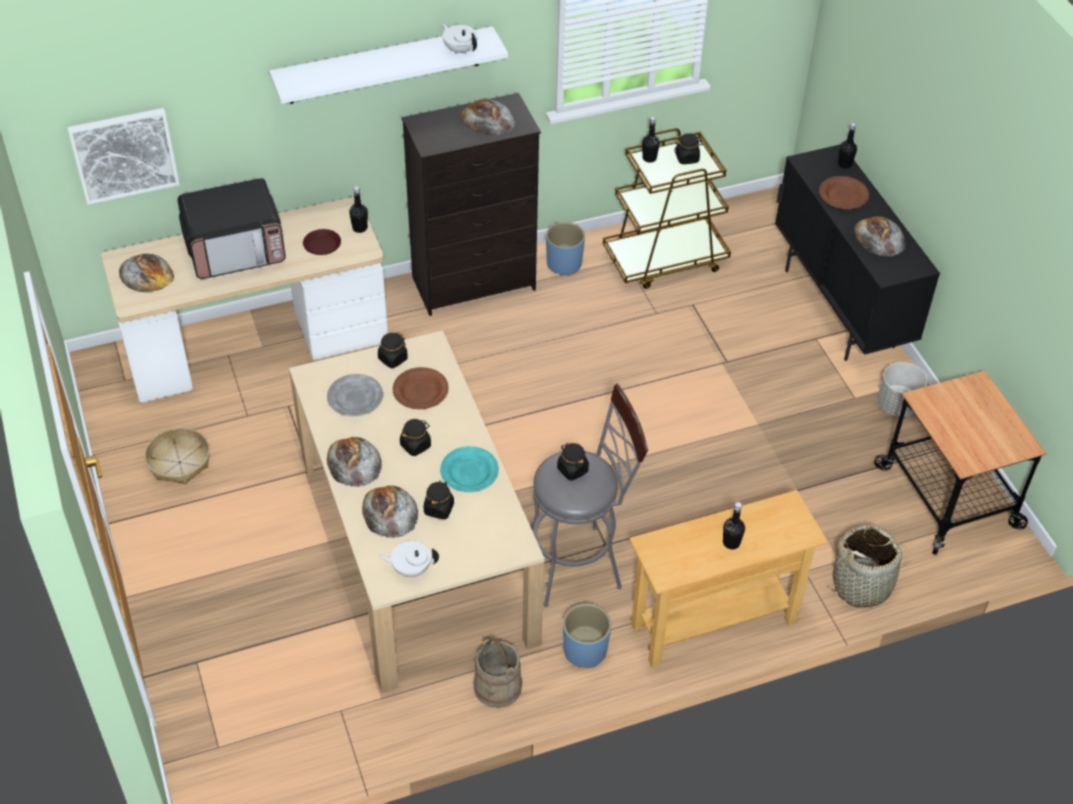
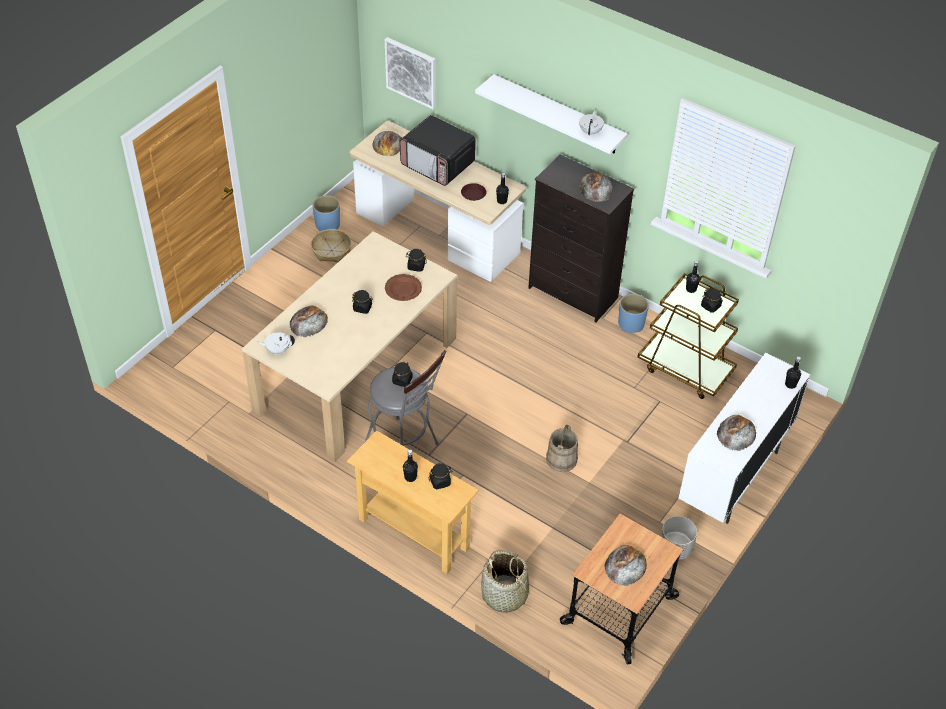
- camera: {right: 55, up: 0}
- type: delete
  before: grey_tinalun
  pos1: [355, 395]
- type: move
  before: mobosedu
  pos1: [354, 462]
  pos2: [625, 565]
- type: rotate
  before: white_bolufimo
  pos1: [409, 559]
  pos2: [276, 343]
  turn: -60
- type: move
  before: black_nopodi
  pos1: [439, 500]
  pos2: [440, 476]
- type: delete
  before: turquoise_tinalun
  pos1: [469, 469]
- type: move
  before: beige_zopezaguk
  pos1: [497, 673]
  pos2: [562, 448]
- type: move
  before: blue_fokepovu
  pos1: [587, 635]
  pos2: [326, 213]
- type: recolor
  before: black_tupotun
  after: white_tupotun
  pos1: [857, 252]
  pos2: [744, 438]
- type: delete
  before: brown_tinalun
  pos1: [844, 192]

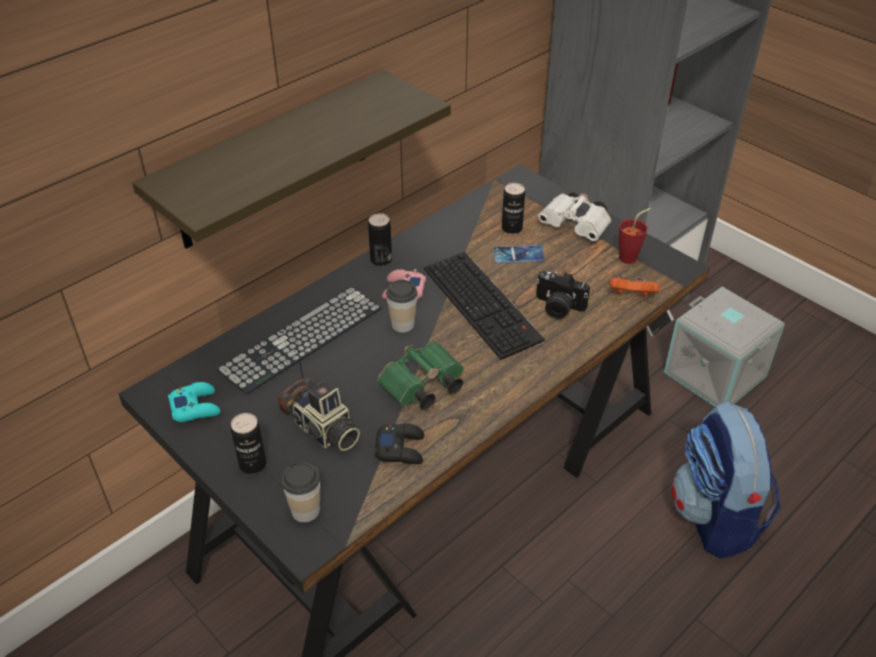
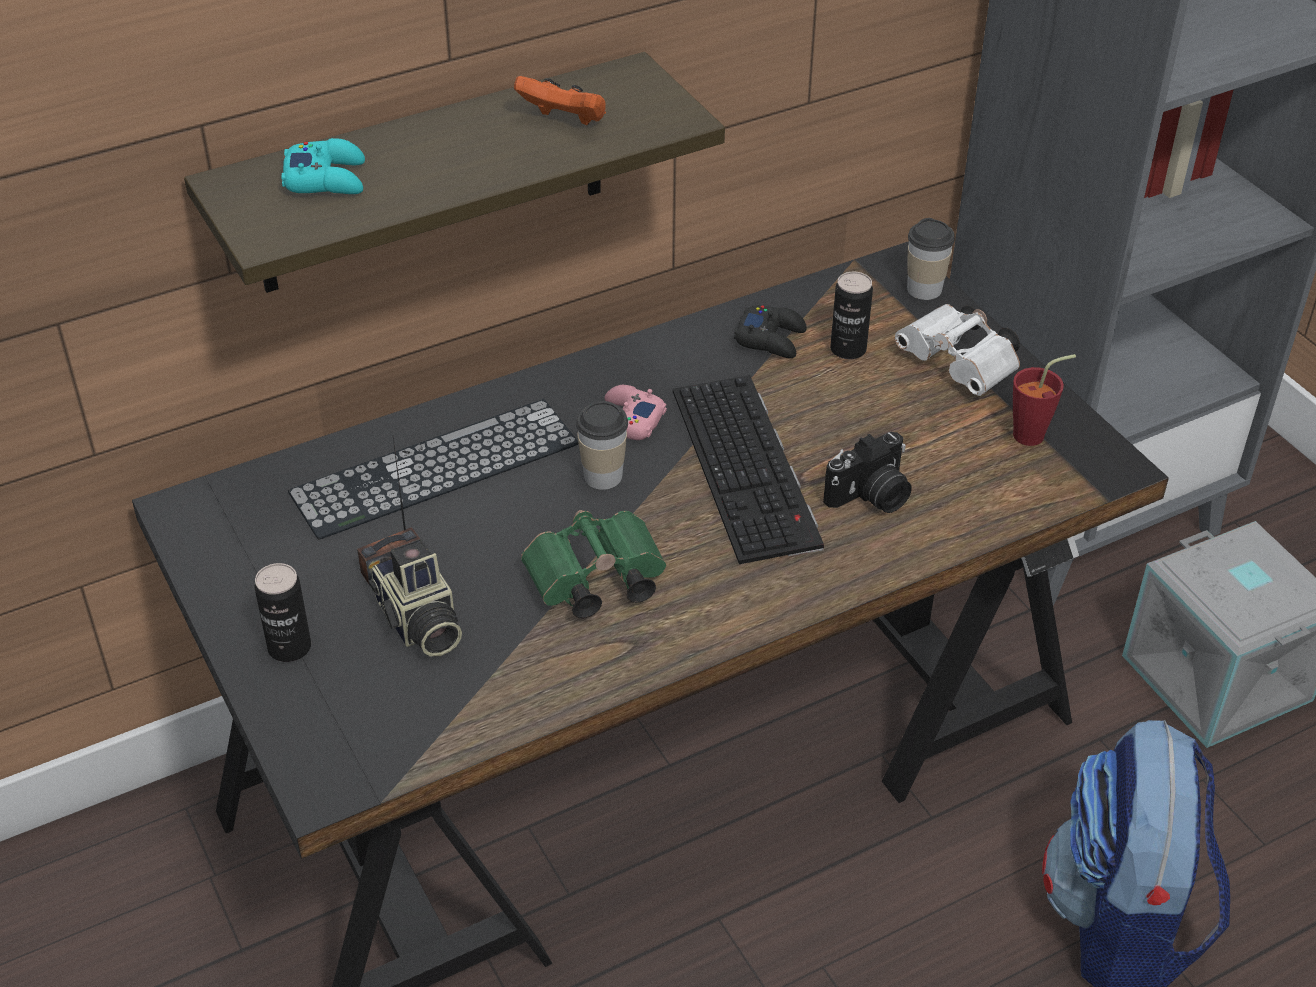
- camera: {right: 15, up: 0}
- type: move
  before: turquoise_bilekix
  pos1: [194, 402]
  pos2: [323, 166]
- type: move
  before: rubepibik
  pos1: [300, 492]
  pos2: [931, 259]
- type: delete
  before: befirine
  pos1: [380, 239]
- type: move
  before: black_bilekix
  pos1: [399, 443]
  pos2: [770, 332]
- type: delete
  before: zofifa
  pos1: [519, 254]
- type: rotate
  before: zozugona
  pos1: [563, 295]
  pos2: [867, 472]
  turn: -75
- type: move
  before: orange_bilekix
  pos1: [634, 286]
  pos2: [560, 100]

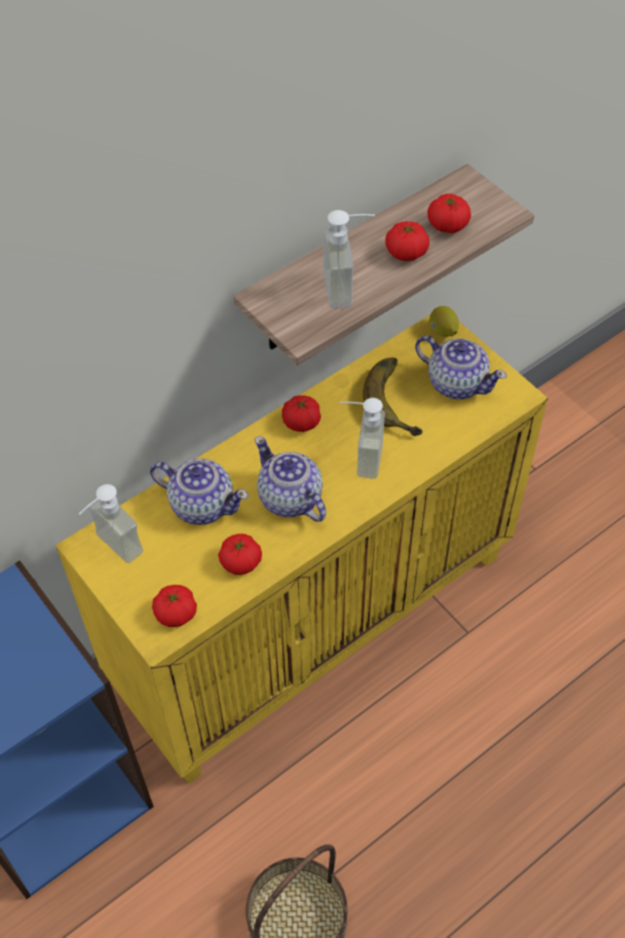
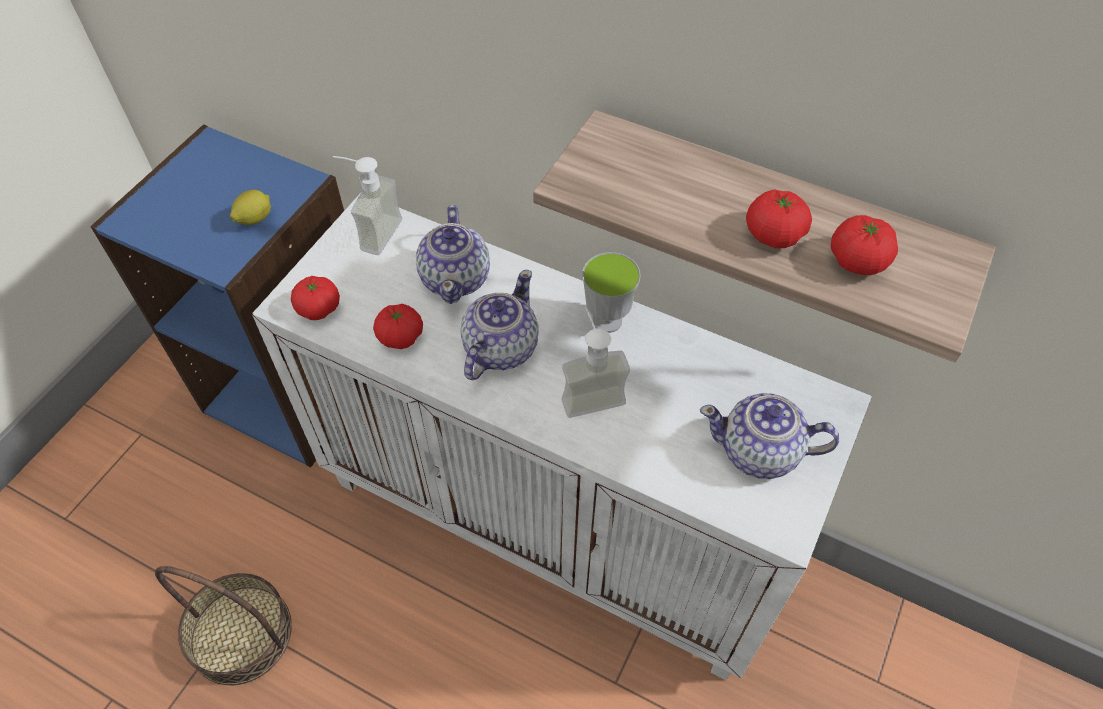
- camera: {right: 65, up: 0}
- type: recolor
  before: yellow_tupotun
  after: white_tupotun
  pos1: [302, 549]
  pos2: [562, 436]
- type: replace
  before: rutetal
  after: rubepibik
  pos1: [301, 413]
  pos2: [611, 292]
- type: delete
  before: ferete
  pos1: [349, 259]
- type: delete
  before: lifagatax
  pos1: [392, 396]
- type: rotate
  before: bolufimo
  pos1: [461, 367]
  pos2: [769, 436]
  turn: 90
- type: move
  before: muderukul
  pos1: [444, 321]
  pos2: [250, 207]

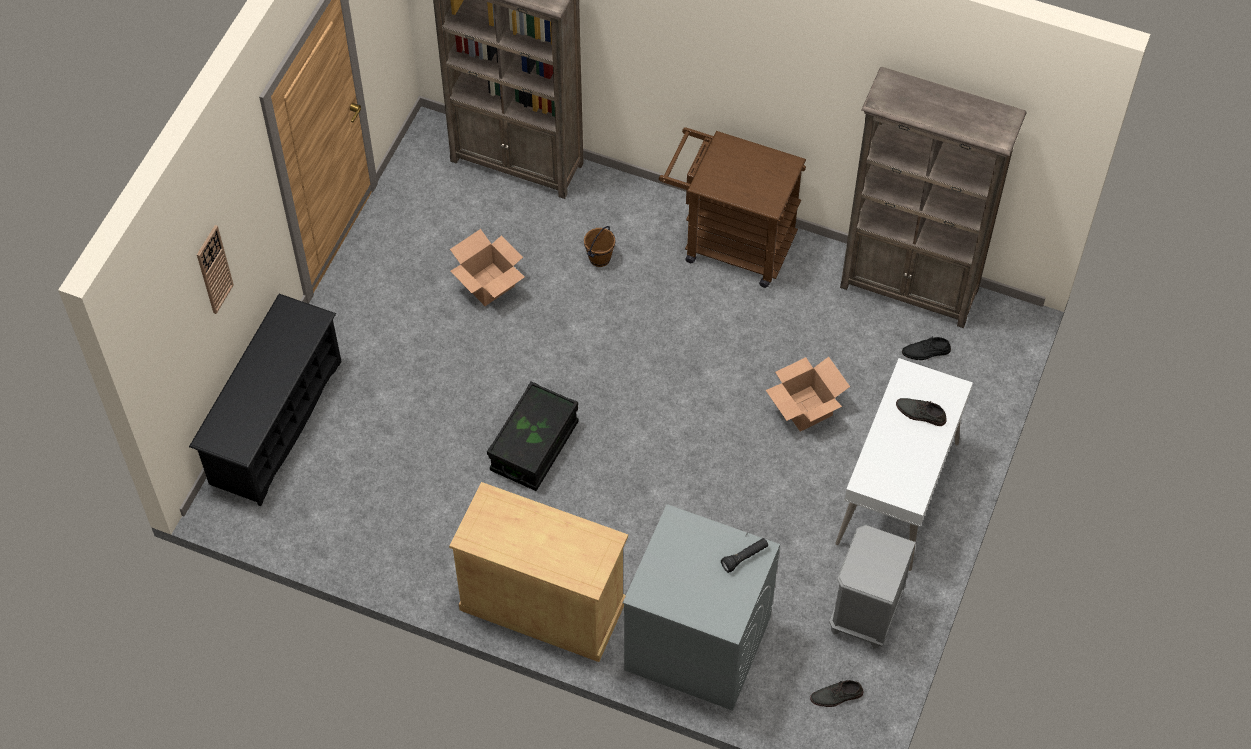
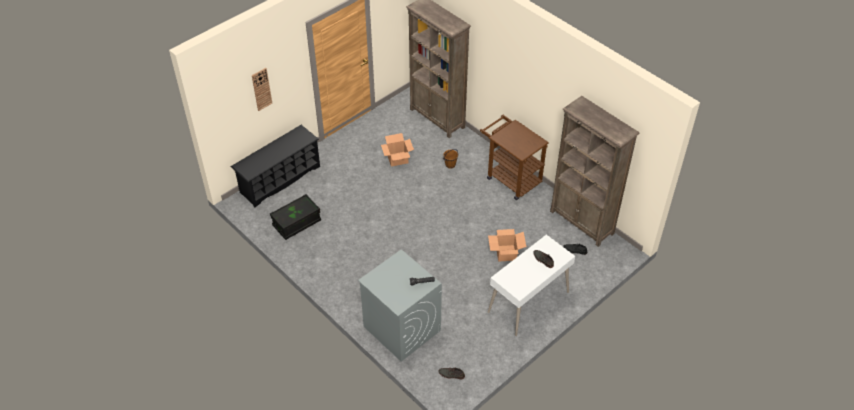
- camera: {right: 25, up: -10}
- type: delete
  before: beige_tupotun
  pos1: [538, 572]
- type: move
  before: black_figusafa
  pos1: [532, 436]
  pos2: [295, 217]
- type: delete
  before: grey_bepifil
  pos1: [872, 587]

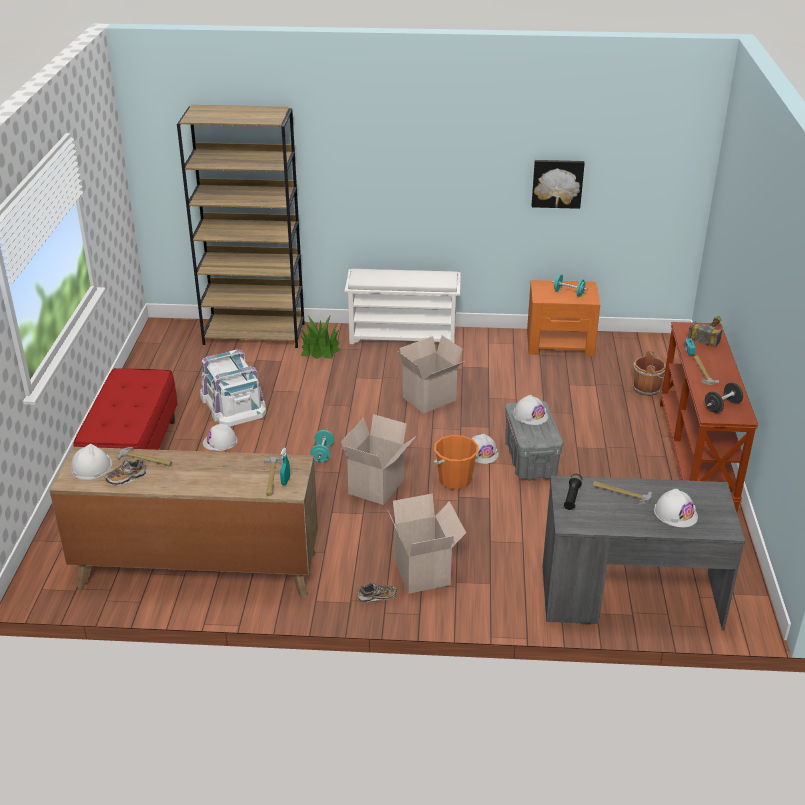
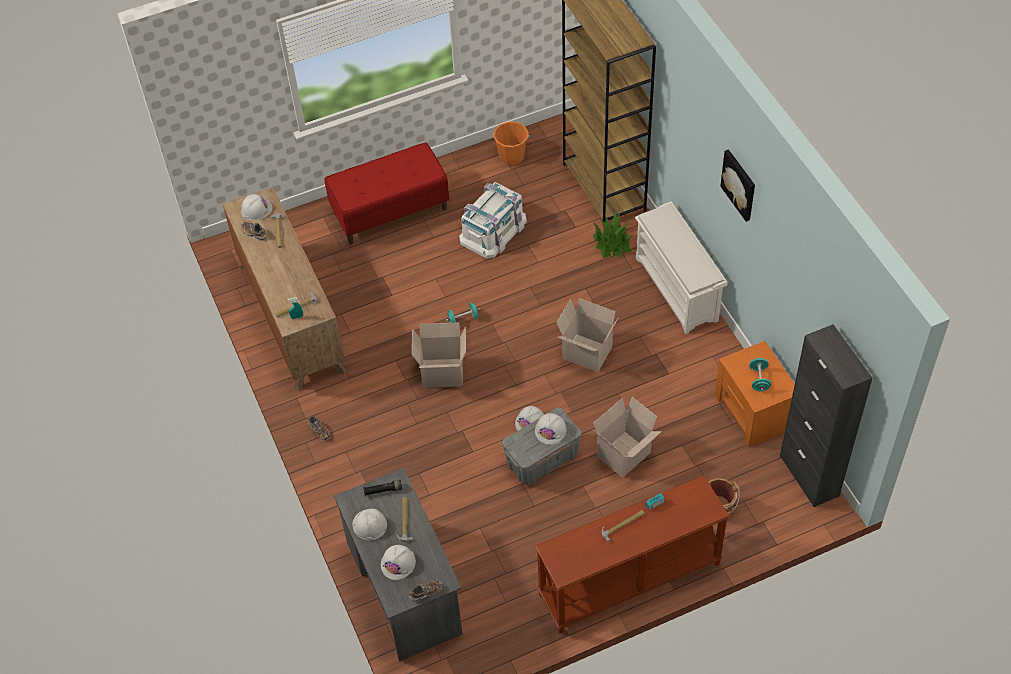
- camera: {right: 65, up: 20}
- type: move
  before: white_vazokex
  pos1: [220, 437]
  pos2: [369, 524]
- type: move
  before: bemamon
  pos1: [426, 544]
  pos2: [627, 437]
- type: move
  before: orange_zopezaguk
  pos1: [456, 462]
  pos2: [511, 143]
- type: move
  before: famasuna
  pos1: [558, 184]
  pos2: [737, 185]
- type: delete
  before: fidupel
  pos1: [705, 332]
- type: delete
  before: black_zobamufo
  pos1: [724, 397]
- type: insert
  after: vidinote
  pos2: [425, 591]
- type: insert
  after: black_tupotun
  pos2: [826, 415]

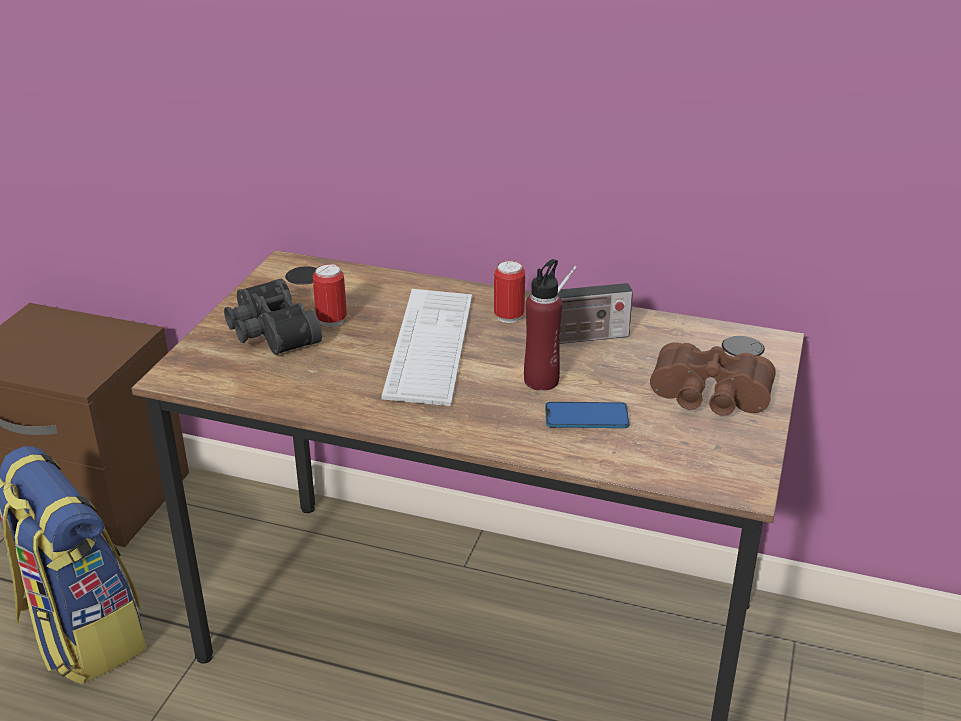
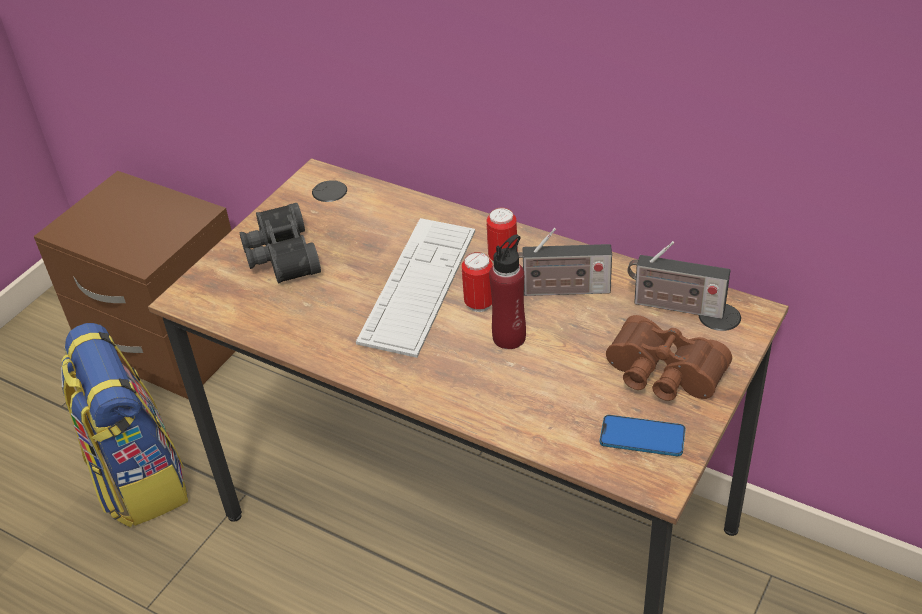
- camera: {right: 15, up: 10}
- type: move
  before: befirine
  pos1: [330, 295]
  pos2: [477, 282]
- type: move
  before: zofifa
  pos1: [587, 415]
  pos2: [643, 435]
- type: insert
  after: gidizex
  pos2: [678, 280]

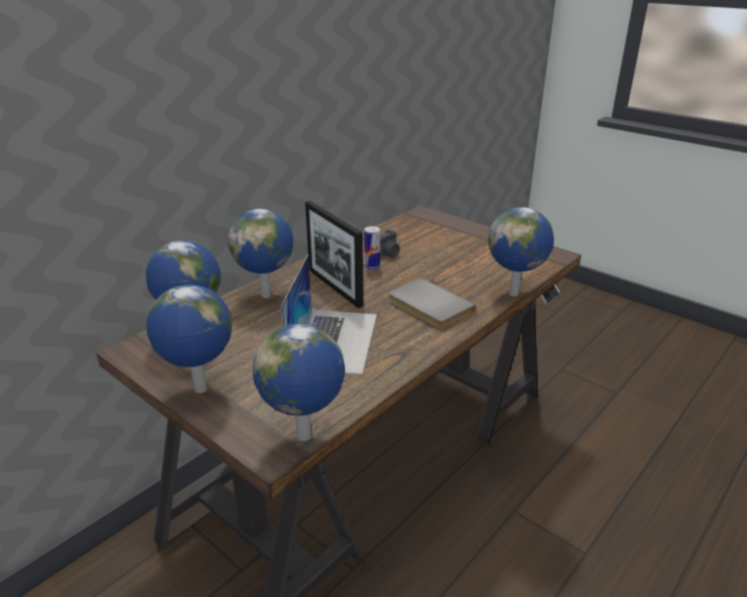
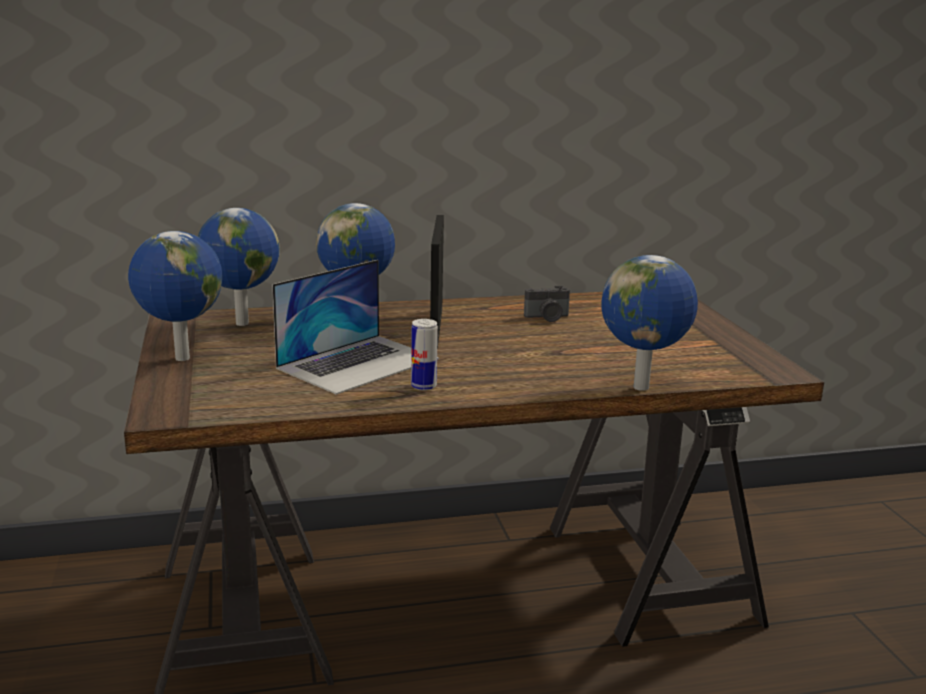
- camera: {right: 35, up: -10}
- type: delete
  before: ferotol
  pos1: [299, 382]
- type: move
  before: befirine
  pos1: [372, 248]
  pos2: [424, 354]
- type: delete
  before: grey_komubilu
  pos1: [432, 304]

